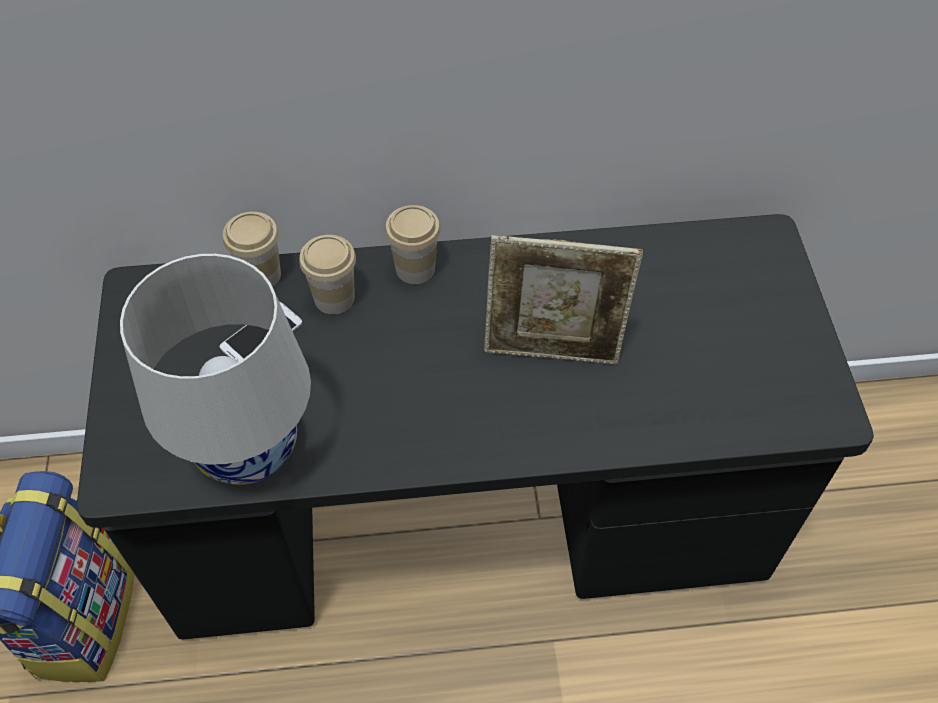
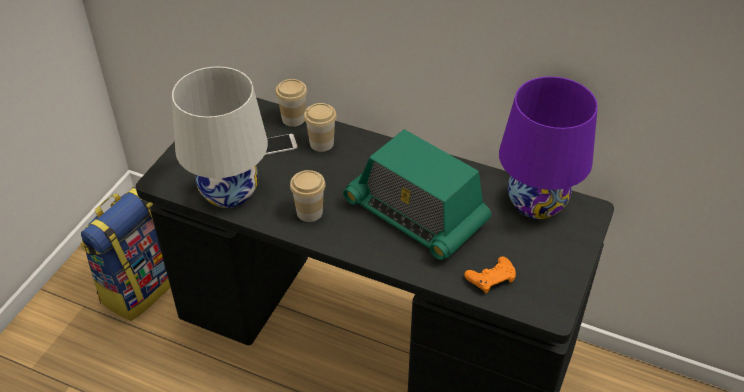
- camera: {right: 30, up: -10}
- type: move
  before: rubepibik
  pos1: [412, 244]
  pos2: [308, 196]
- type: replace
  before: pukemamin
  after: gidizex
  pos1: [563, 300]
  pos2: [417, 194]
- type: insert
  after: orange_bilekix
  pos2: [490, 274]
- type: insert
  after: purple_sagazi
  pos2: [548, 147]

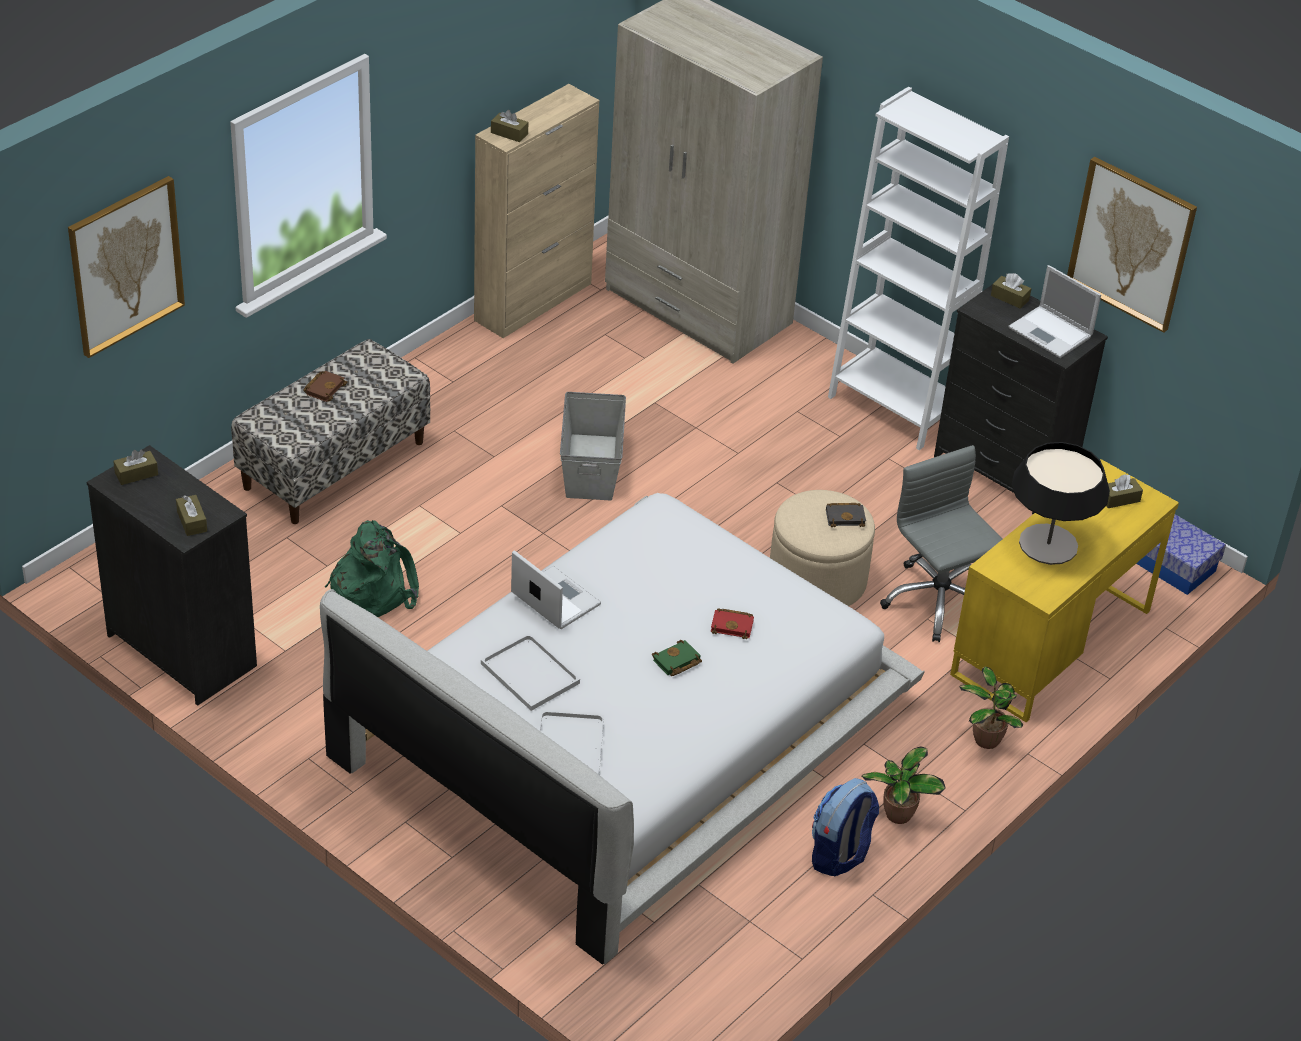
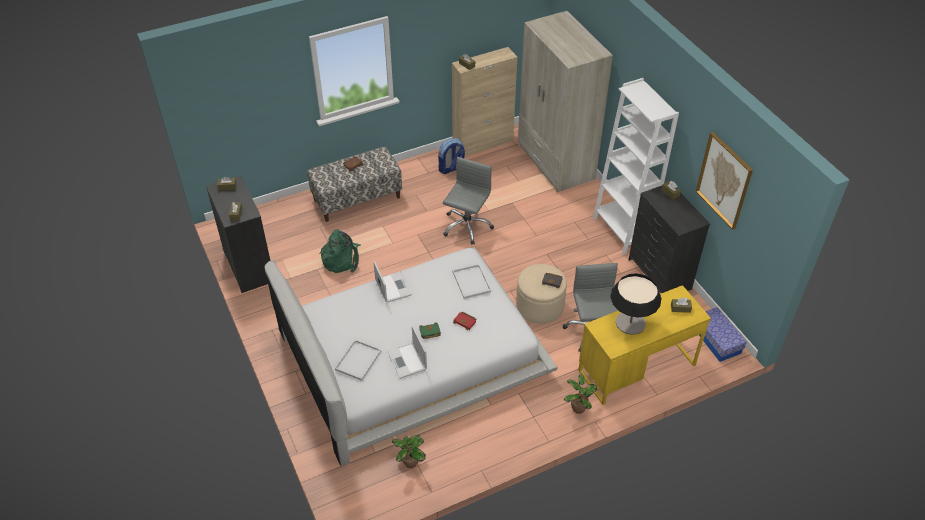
- camera: {right: 25, up: 5}
- type: delete
  before: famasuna
  pos1: [126, 267]
- type: move
  before: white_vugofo
  pos1: [530, 672]
  pos2: [472, 281]
- type: replace
  before: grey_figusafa
  after: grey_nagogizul
  pos1: [593, 446]
  pos2: [468, 201]
- type: move
  before: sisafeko
  pos1: [845, 827]
  pos2: [451, 156]
- type: move
  before: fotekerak
  pos1: [904, 785]
  pos2: [409, 451]
- type: move
  before: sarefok
  pos1: [1054, 311]
  pos2: [407, 352]

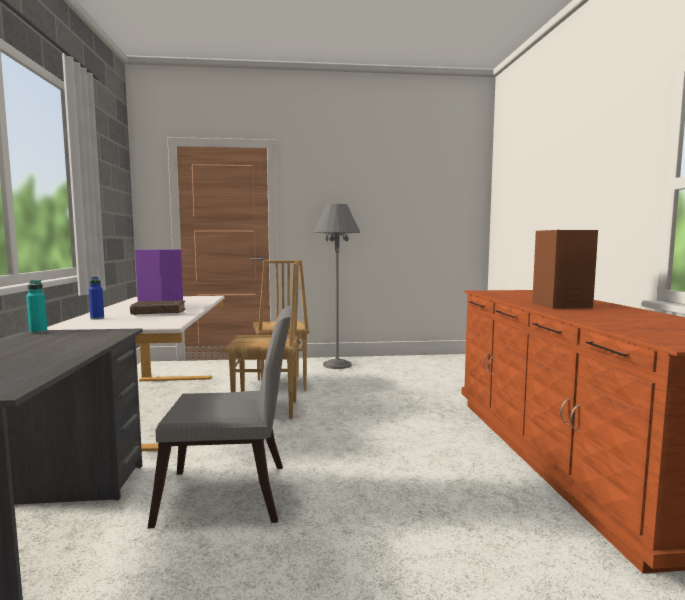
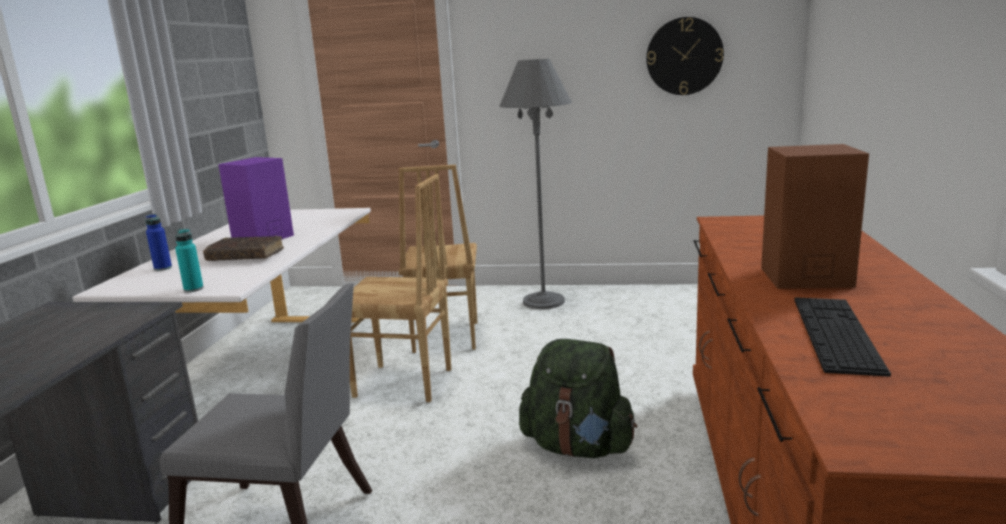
- camera: {right: 15, up: 10}
- type: move
  before: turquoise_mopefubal
  pos1: [36, 307]
  pos2: [189, 260]
- type: insert
  after: green_sisafeko
  pos2: [578, 398]
- type: insert
  after: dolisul
  pos2: [685, 56]
- type: insert
  after: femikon
  pos2: [842, 337]

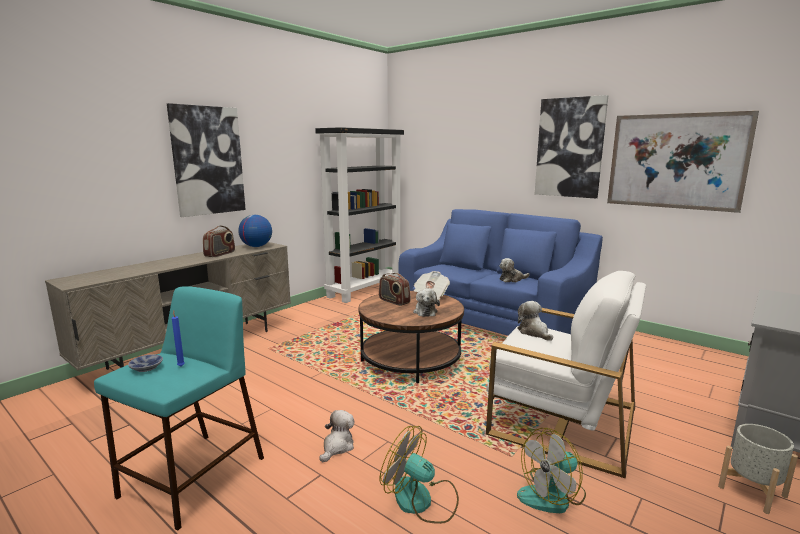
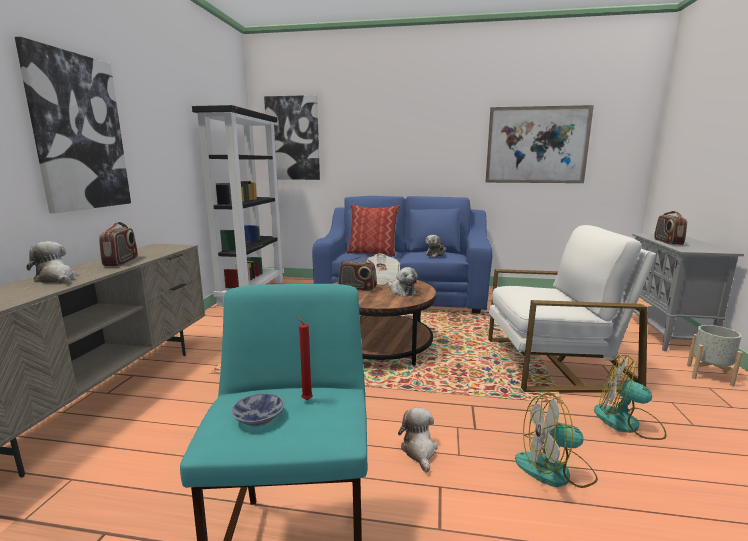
- camera: {right: -30, up: 0}
- type: recolor
  before: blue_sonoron
  after: red_sonoron
  pos1: [178, 338]
  pos2: [304, 357]
- type: delete
  before: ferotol
  pos1: [255, 231]
- type: move
  before: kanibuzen
  pos1: [535, 321]
  pos2: [51, 262]
- type: rotate
  before: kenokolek
  pos1: [551, 470]
  pos2: [630, 397]
  turn: 90
- type: move
  before: famasuna
  pos1: [571, 146]
  pos2: [292, 137]
- type: insert
  after: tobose
  pos2: [373, 230]
- type: insert
  after: gidizex
  pos2: [670, 228]

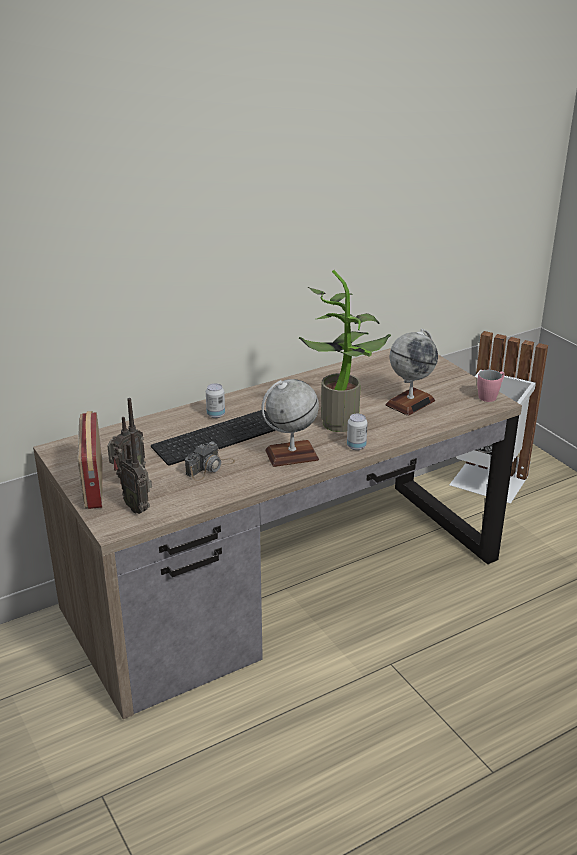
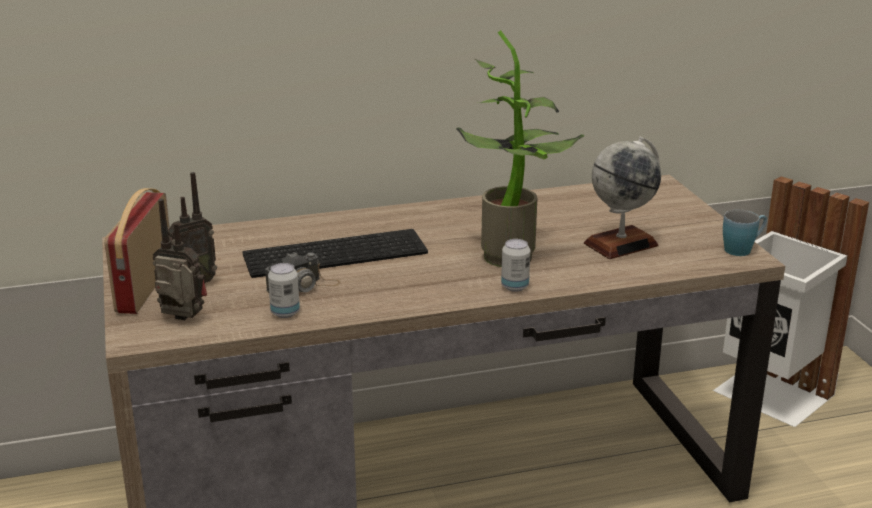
- camera: {right: 15, up: -5}
- type: rotate
  before: gidizex
  pos1: [135, 473]
  pos2: [180, 259]
  turn: 135
- type: move
  before: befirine
  pos1: [215, 400]
  pos2: [284, 290]
- type: delete
  before: ferotol
  pos1: [290, 423]
- type: recolor
  before: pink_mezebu
  after: blue_mezebu
  pos1: [491, 386]
  pos2: [745, 233]

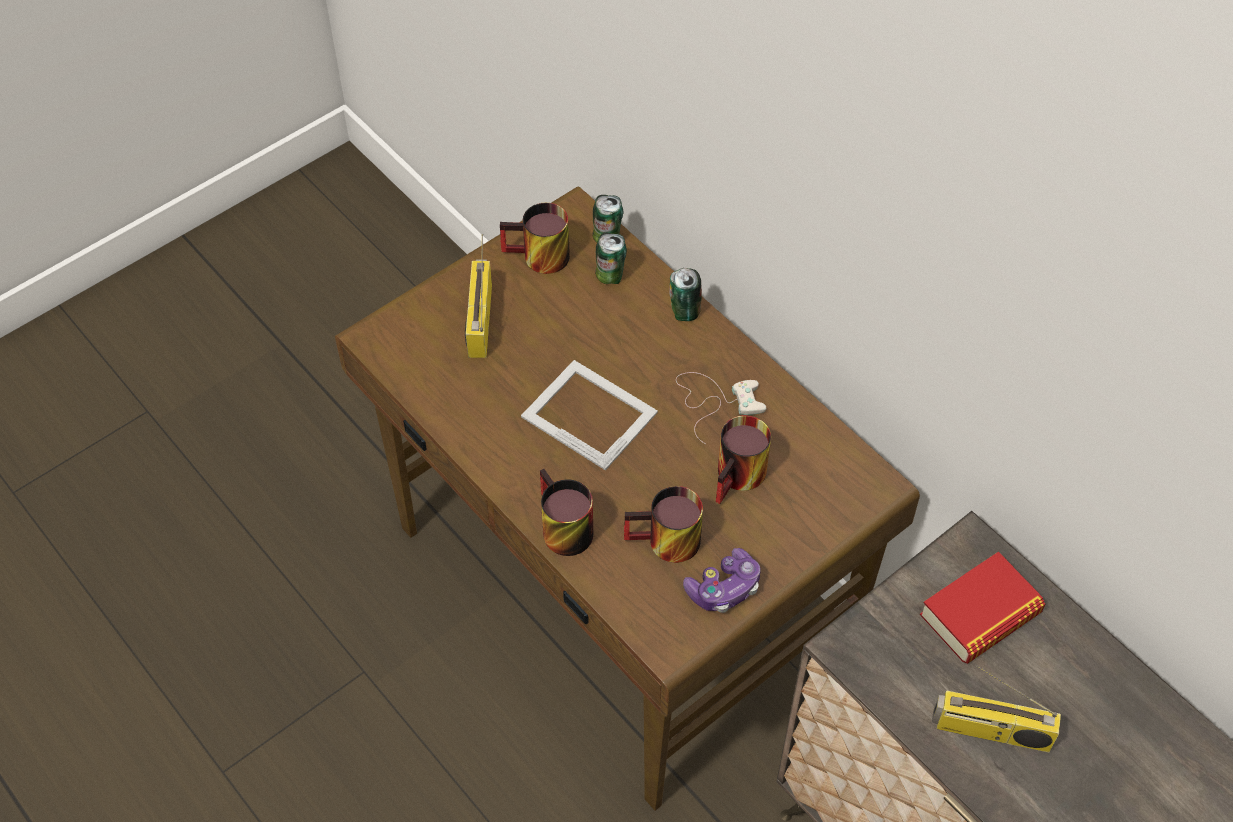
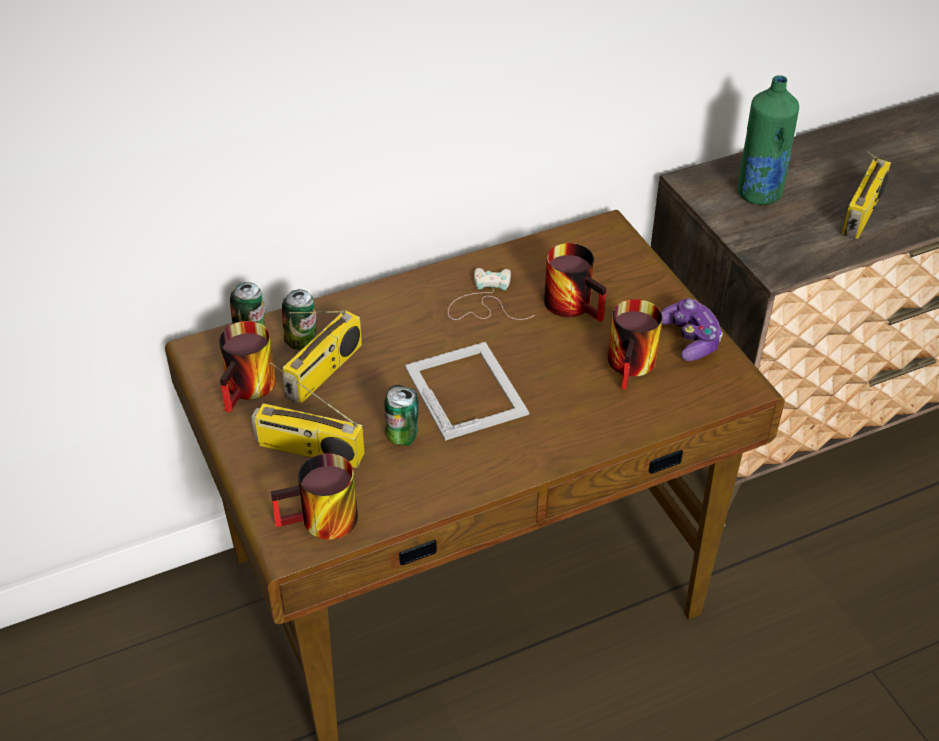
- camera: {right: -75, up: -10}
- type: rotate
  before: pukemamin
  pos1: [589, 415]
  pos2: [467, 391]
  turn: 105
- type: move
  before: mezebu
  pos1: [566, 512]
  pos2: [314, 496]
- type: move
  before: befirine
  pos1: [685, 294]
  pos2: [402, 415]
- type: replace
  before: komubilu
  after: green_mopefubal
  pos1: [982, 608]
  pos2: [768, 140]
- type: insert
  after: gidizex
  pos2: [322, 356]

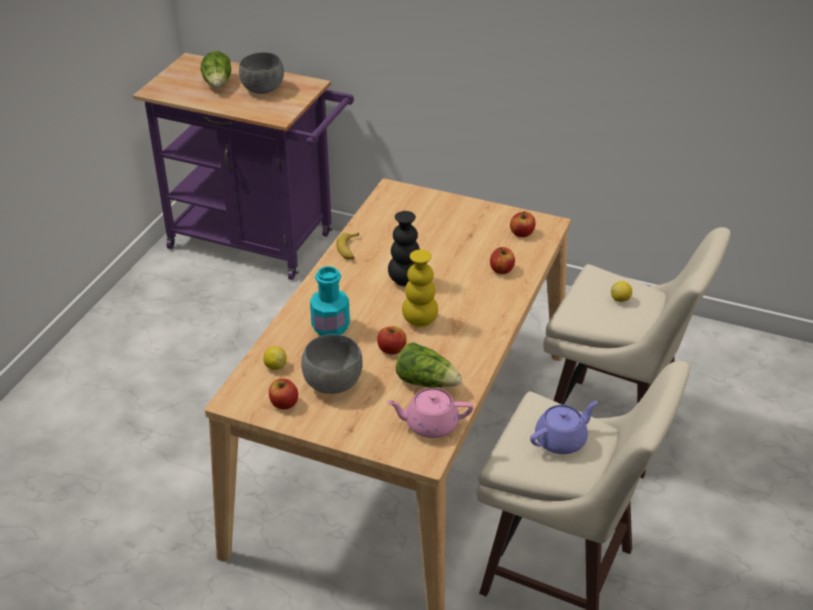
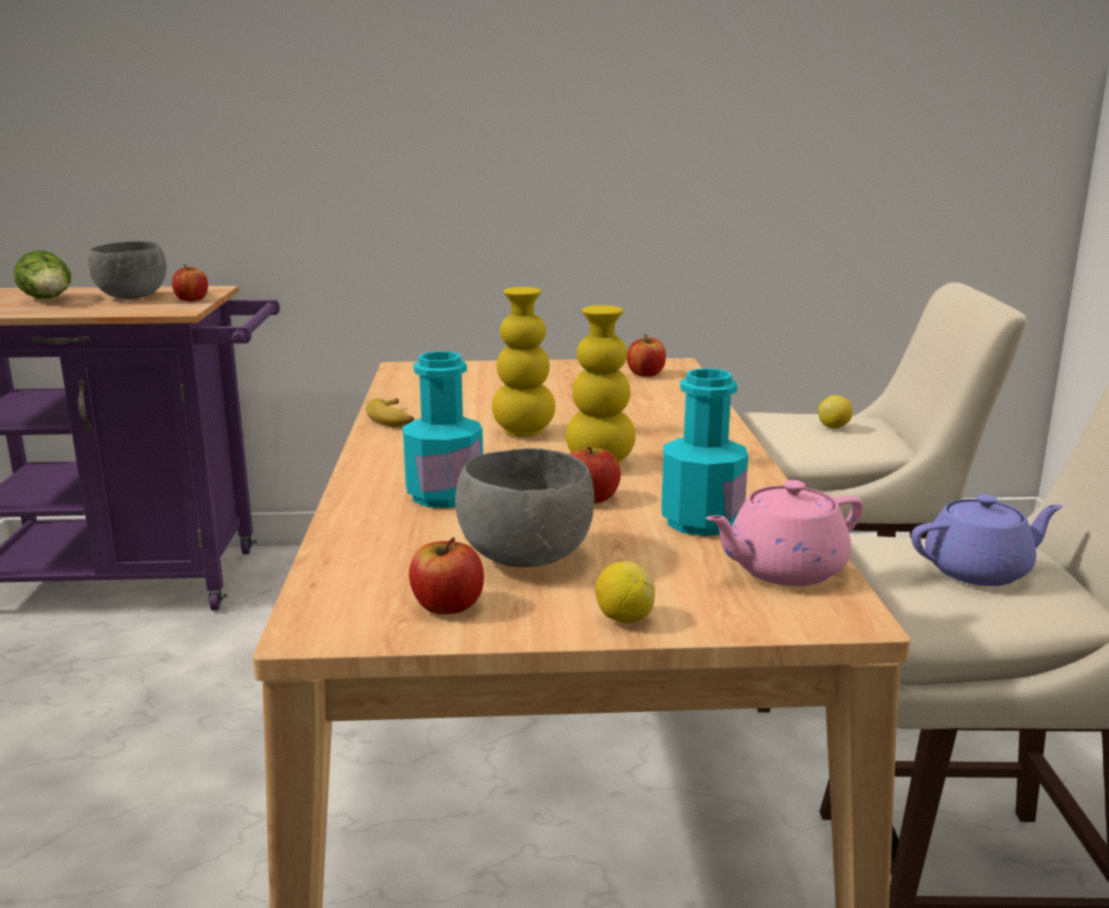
- camera: {right: -25, up: -20}
- type: move
  before: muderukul
  pos1: [275, 358]
  pos2: [625, 592]
- type: recolor
  before: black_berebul
  after: yellow_berebul
  pos1: [404, 249]
  pos2: [523, 362]
- type: replace
  before: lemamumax
  after: turquoise_mopefubal
  pos1: [429, 365]
  pos2: [704, 452]
- type: move
  before: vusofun
  pos1: [502, 260]
  pos2: [190, 282]
- type: rotate
  before: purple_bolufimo
  pos1: [564, 427]
  pos2: [987, 540]
  turn: 45

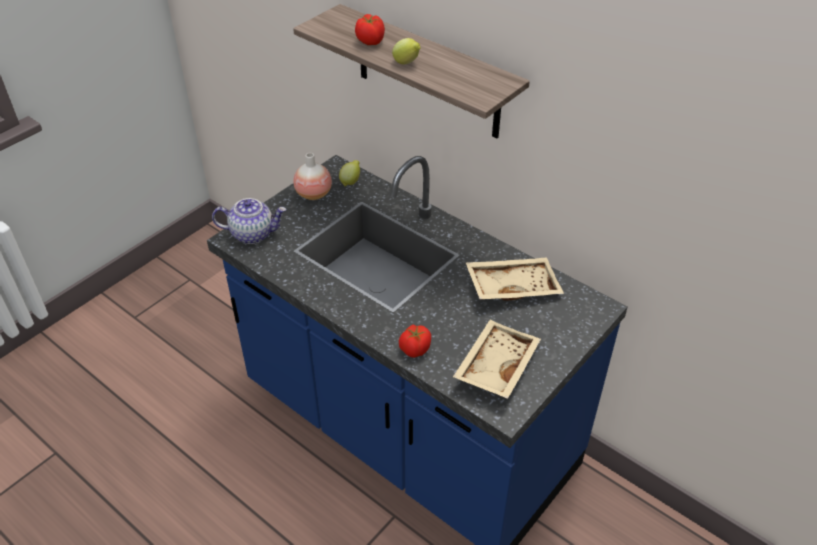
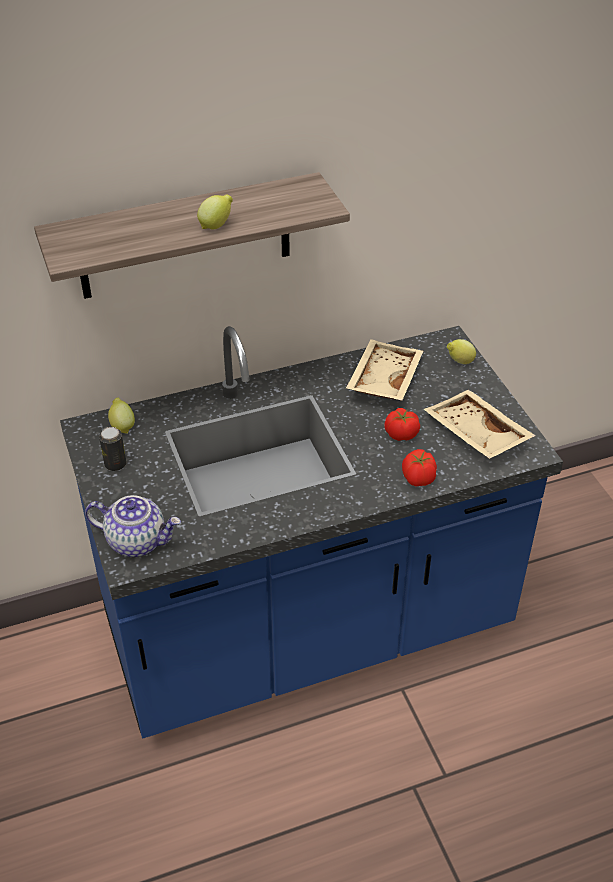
- camera: {right: -60, up: 0}
- type: rotate
  before: bolufimo
  pos1: [249, 221]
  pos2: [133, 526]
  turn: 75
- type: replace
  before: berebul
  after: befirine
  pos1: [312, 176]
  pos2: [112, 449]
- type: move
  before: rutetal
  pos1: [370, 29]
  pos2: [402, 424]
- type: insert
  after: muderukul
  pos2: [461, 351]

